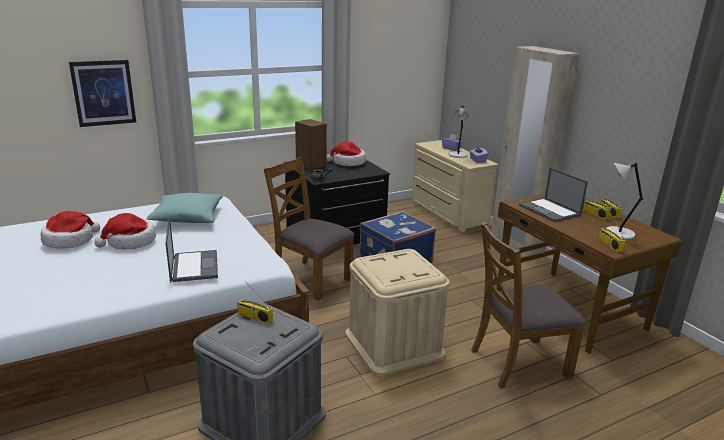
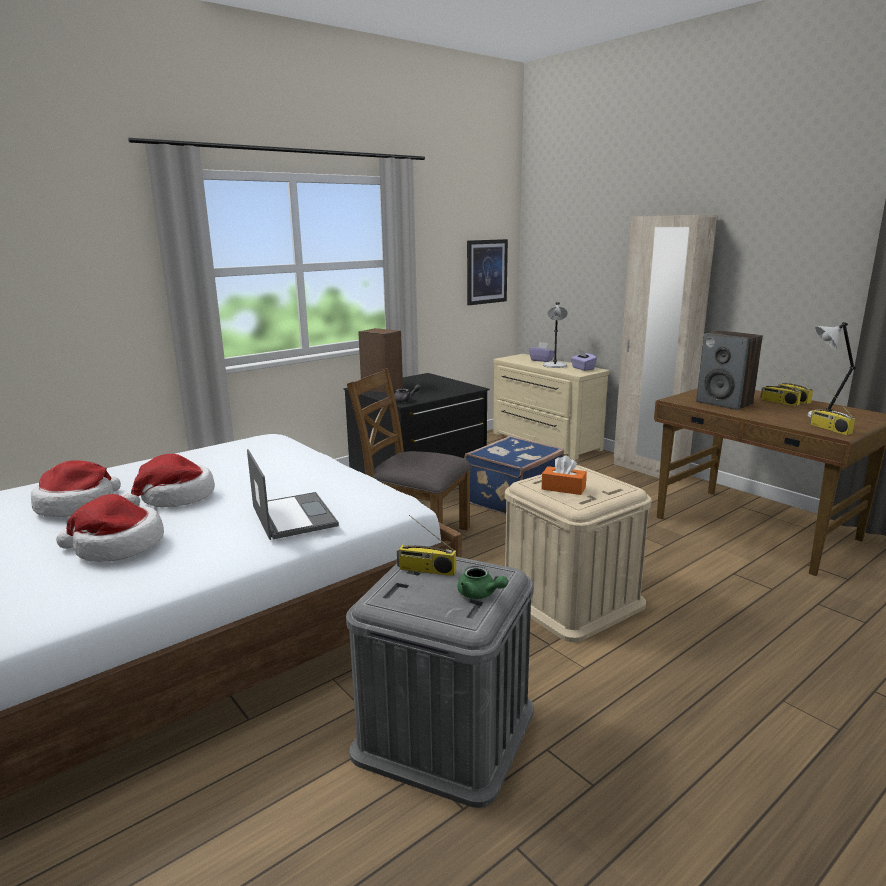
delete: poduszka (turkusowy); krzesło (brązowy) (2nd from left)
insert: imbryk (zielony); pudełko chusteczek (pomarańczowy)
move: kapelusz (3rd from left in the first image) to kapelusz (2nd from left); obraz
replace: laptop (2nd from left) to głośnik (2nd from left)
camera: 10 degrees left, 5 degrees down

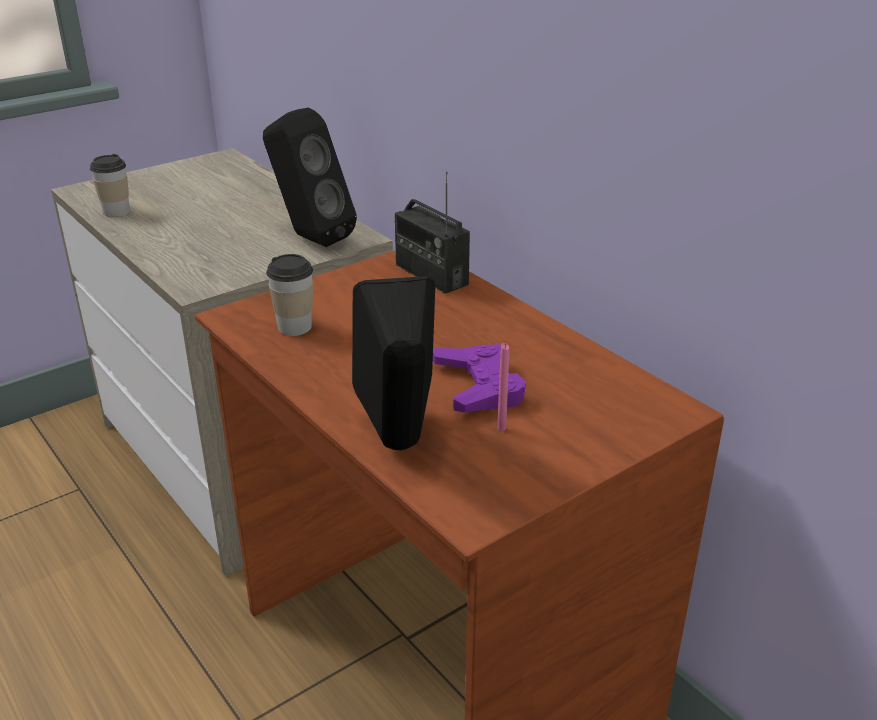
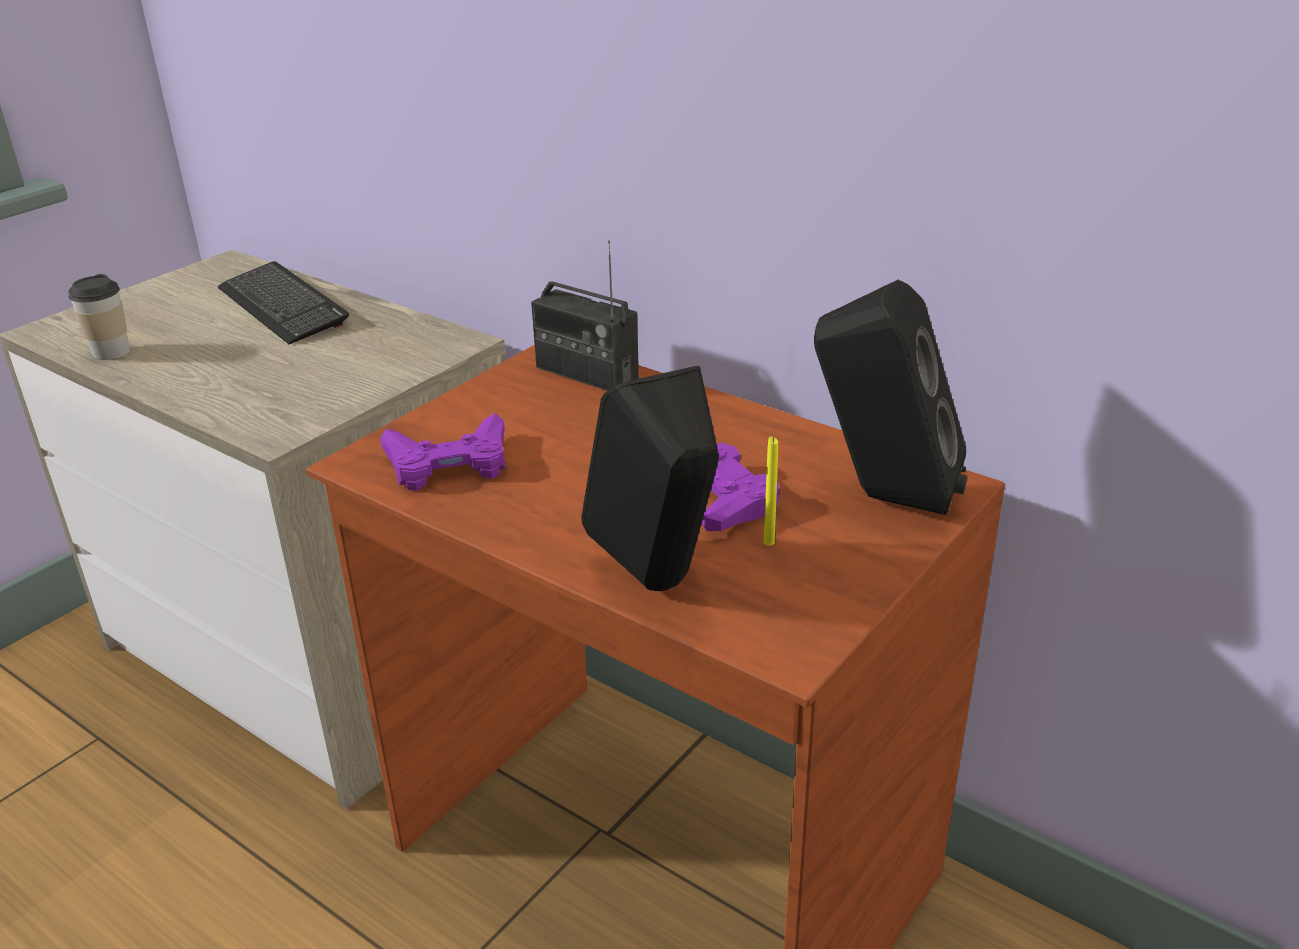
insert: klawiatura
move: głośnik (czarny) (1st from left in the first image) to głośnik (czarny) (2nd from left)
replace: filiżanka (2nd from left) to pad do gier (fioletowy) (1st from left)
recolor: świeca (różowy) to świeca (żółty)
camera: 15 degrees left, 0 degrees up

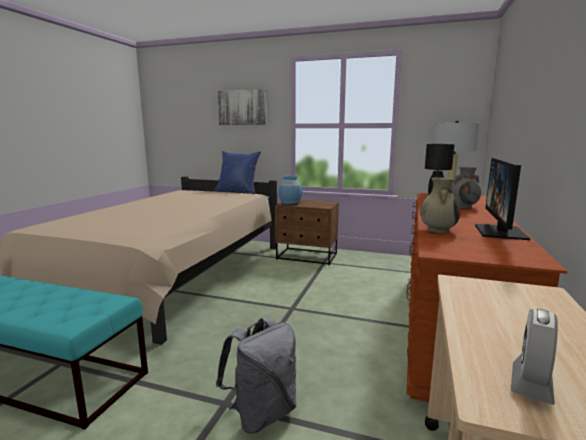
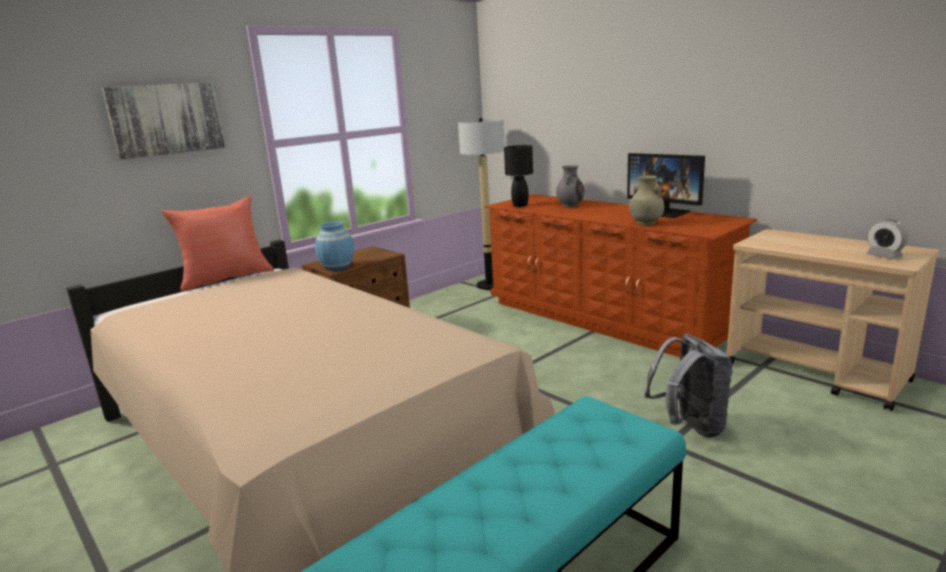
recolor: poduszka (niebieski) to poduszka (czerwony)
camera: 60 degrees left, 5 degrees up

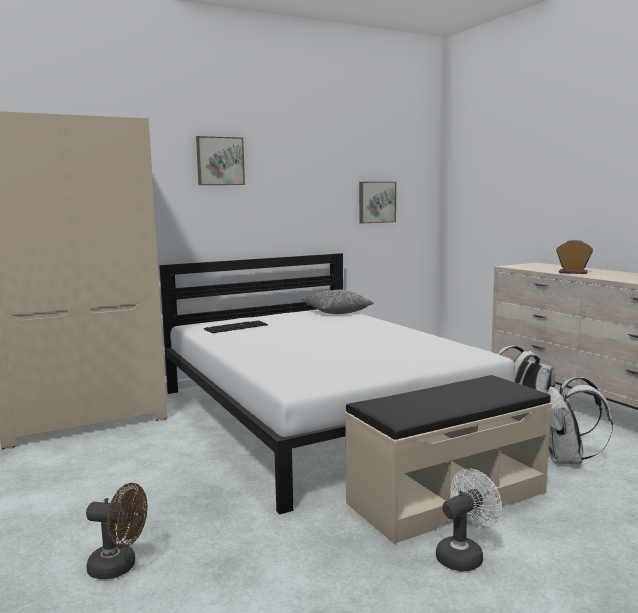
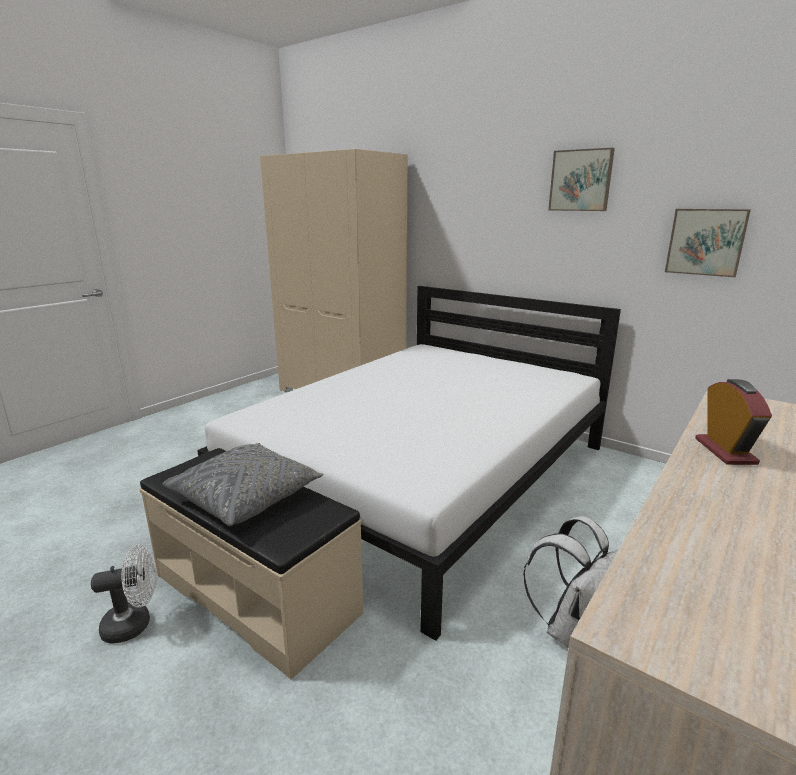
delete: wentylator (brązowy); klawiatura; plecak (biały) (2nd from left)
move: poduszka (szary); obraz (1st from left)
rotate: wentylator (biały) 45 degrees counterclockwise
camera: 65 degrees right, 10 degrees up

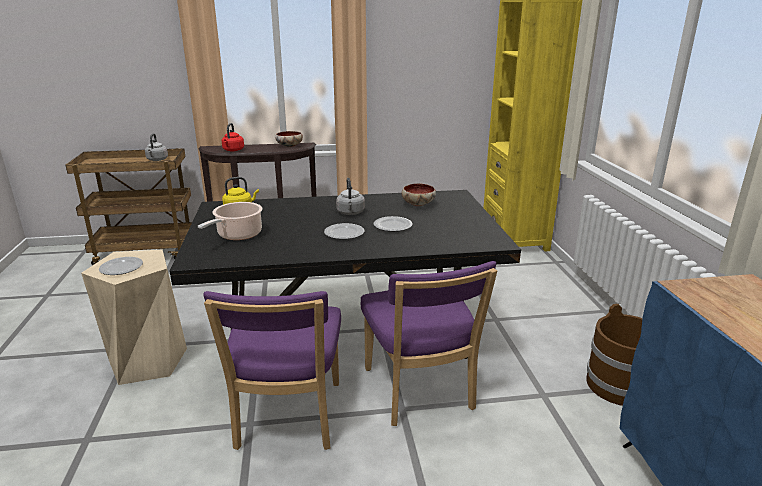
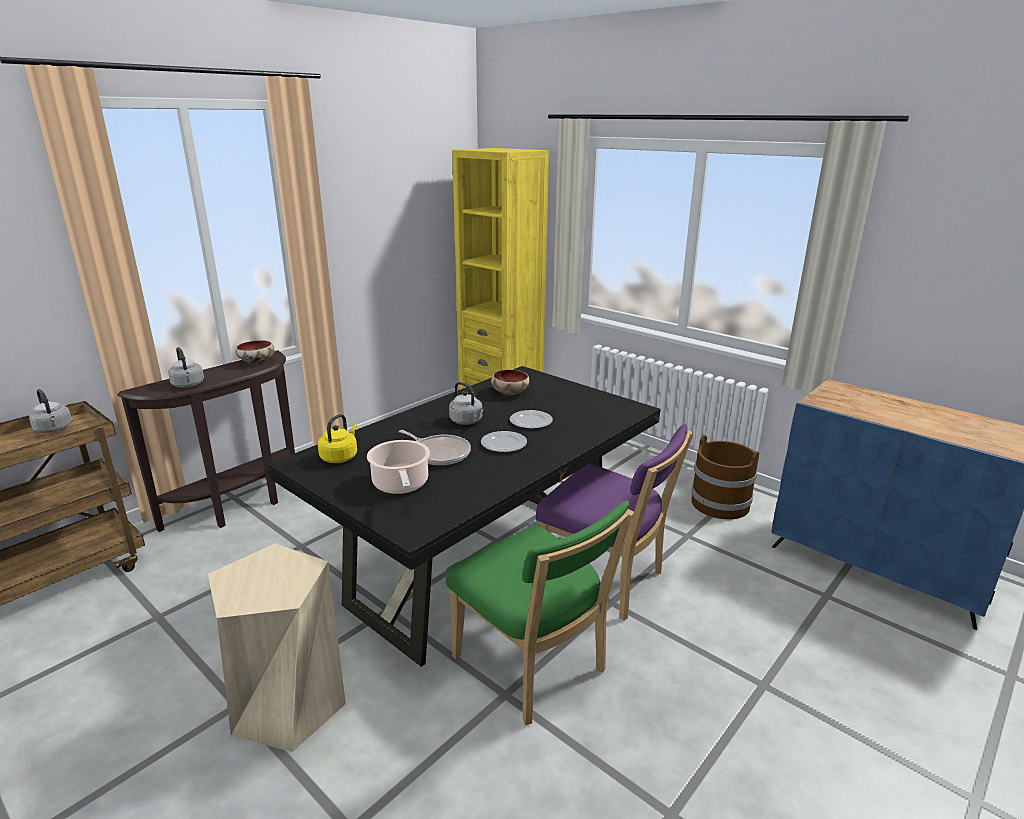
delete: talerz (1st from left)
insert: patelnia
recolor: czajnik (czerwony) to czajnik (szary) (2nd from left); krzesło (fioletowy) (1st from left) to krzesło (zielony)
camera: 40 degrees left, 0 degrees up

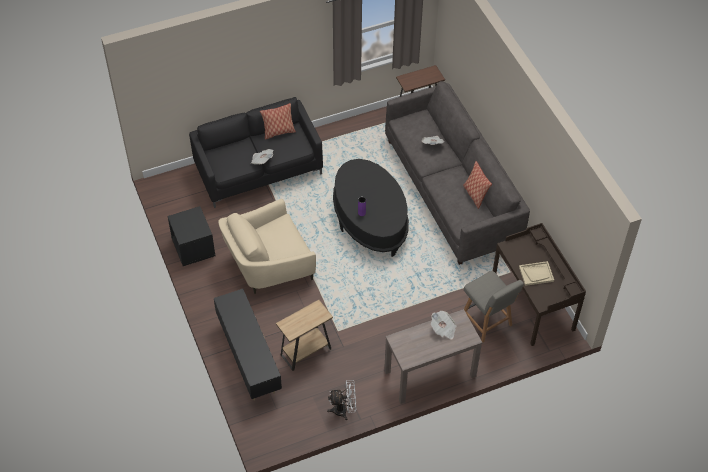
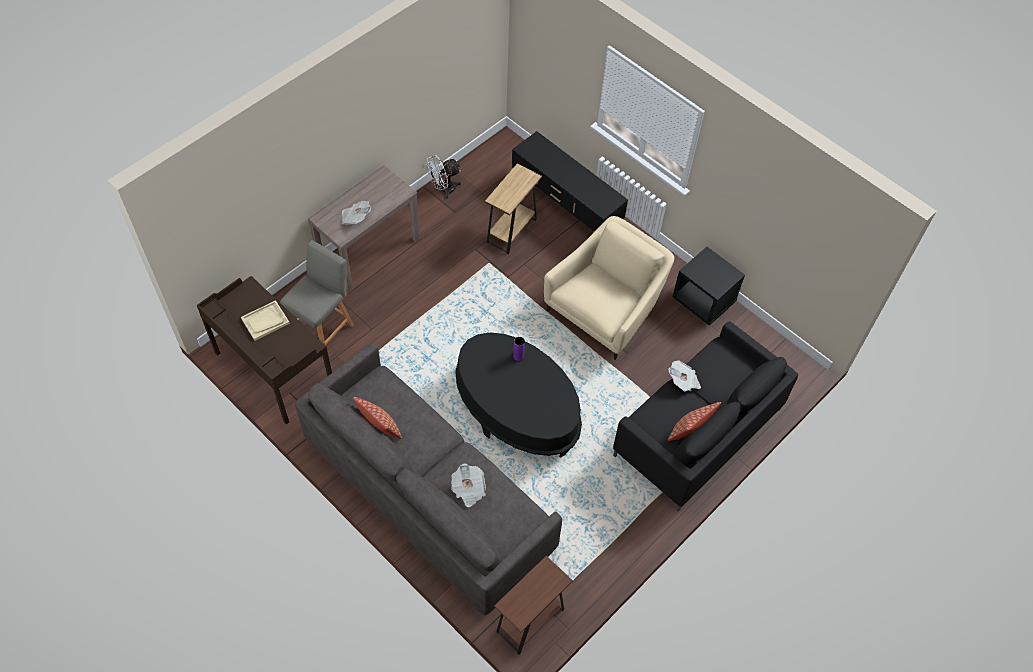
rotate: krzesło (szary) 90 degrees clockwise
camera: 155 degrees right, 5 degrees up

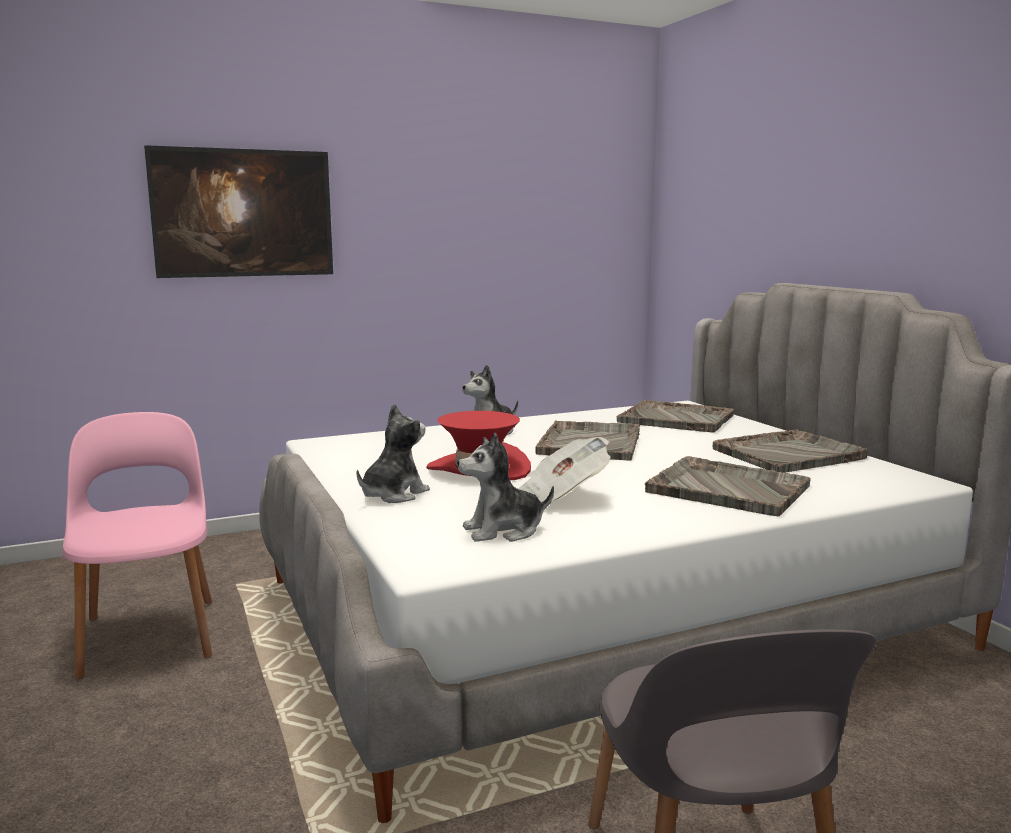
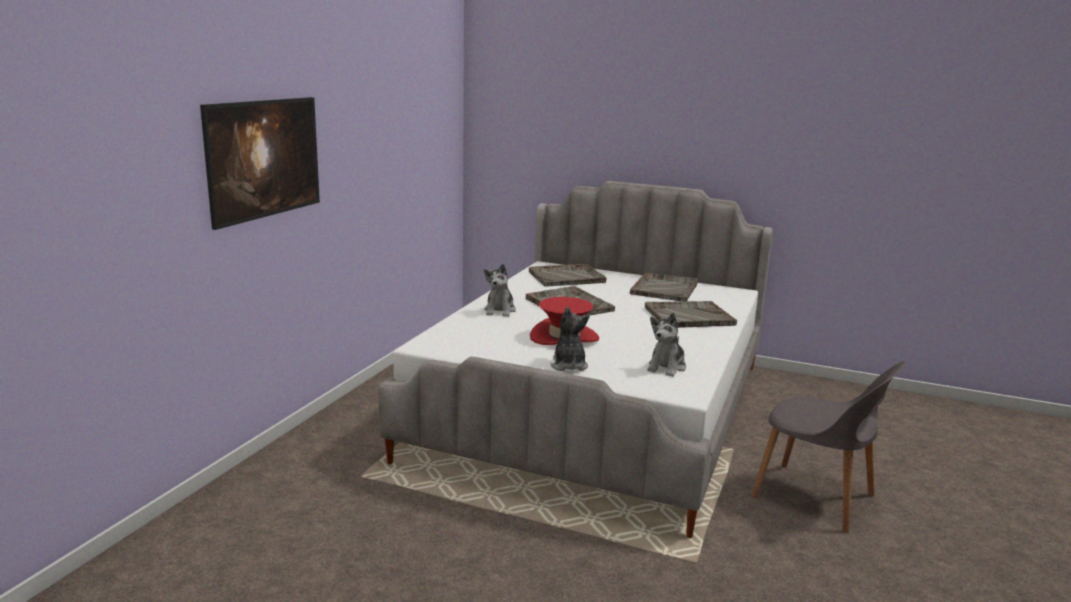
delete: krzesło (różowy); gazeta
camera: 45 degrees left, 5 degrees up

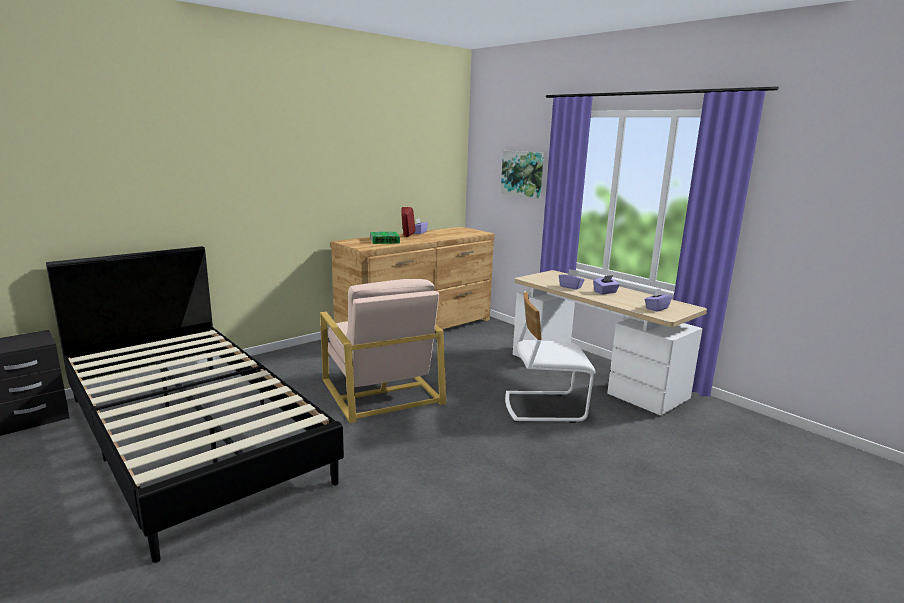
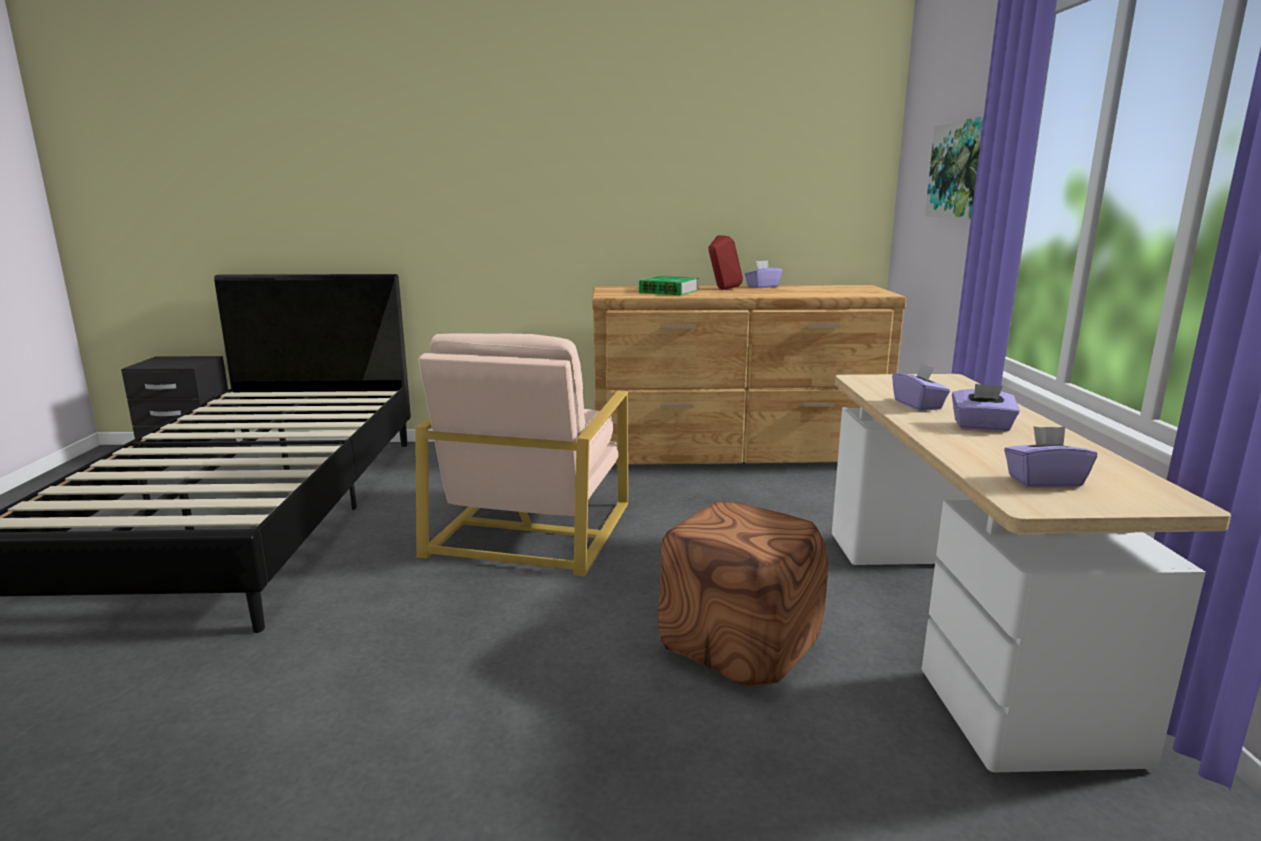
replace: krzesło (biały) to pufa (brązowy)
camera: 40 degrees right, 0 degrees up

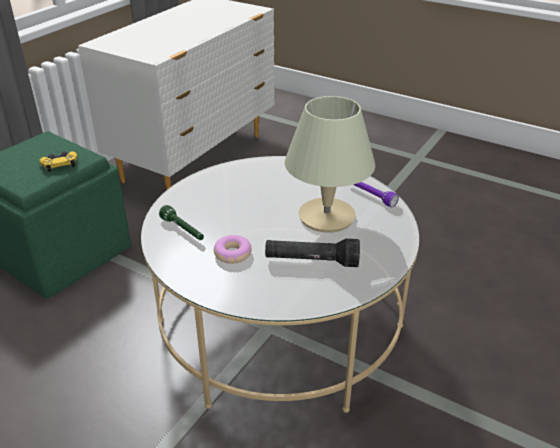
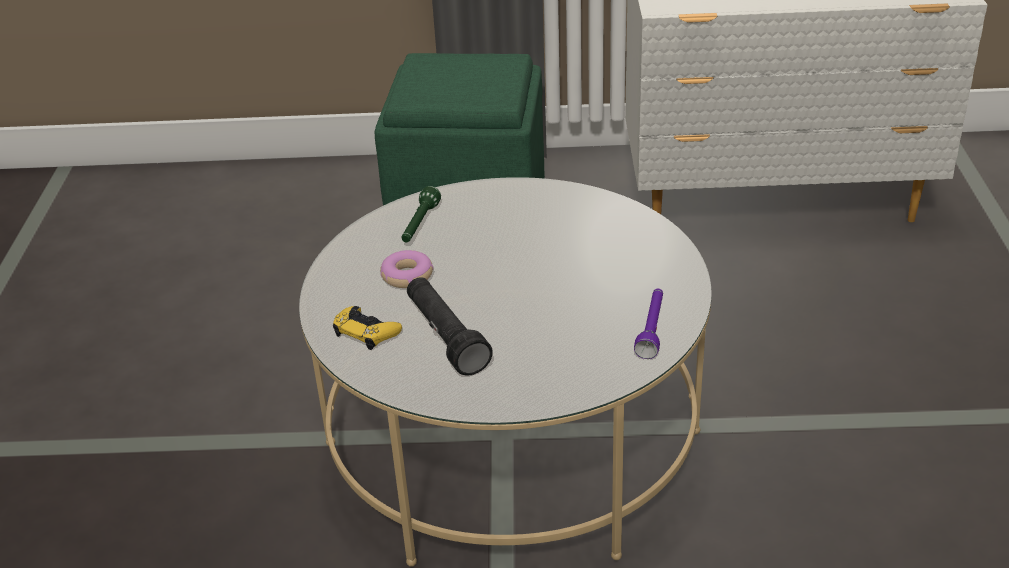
delete: lampa stołowa (beżowy)
move: pad do gier (żółty)
camera: 60 degrees right, 0 degrees up

